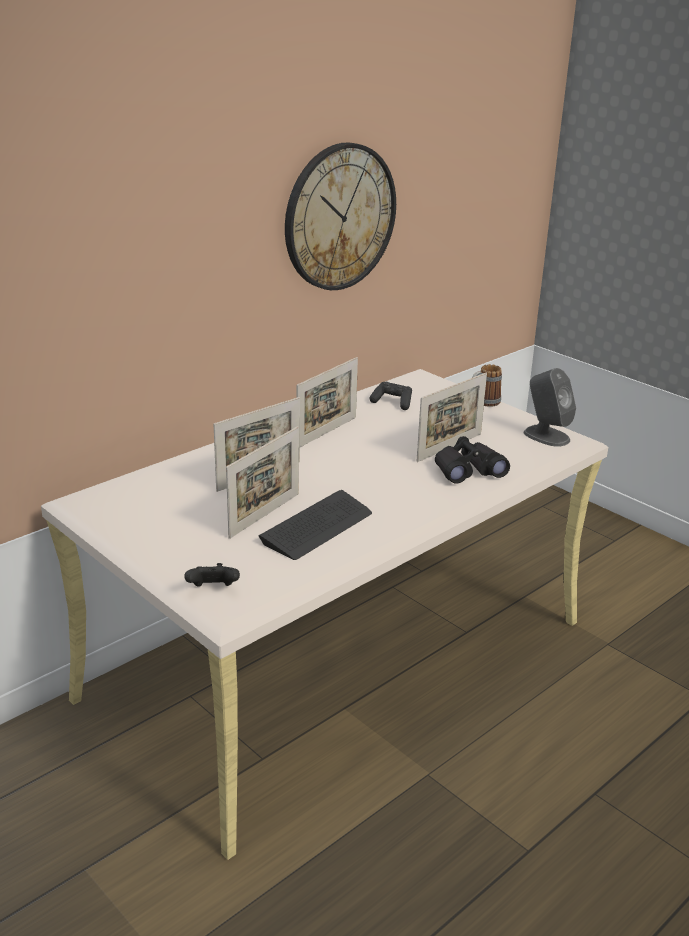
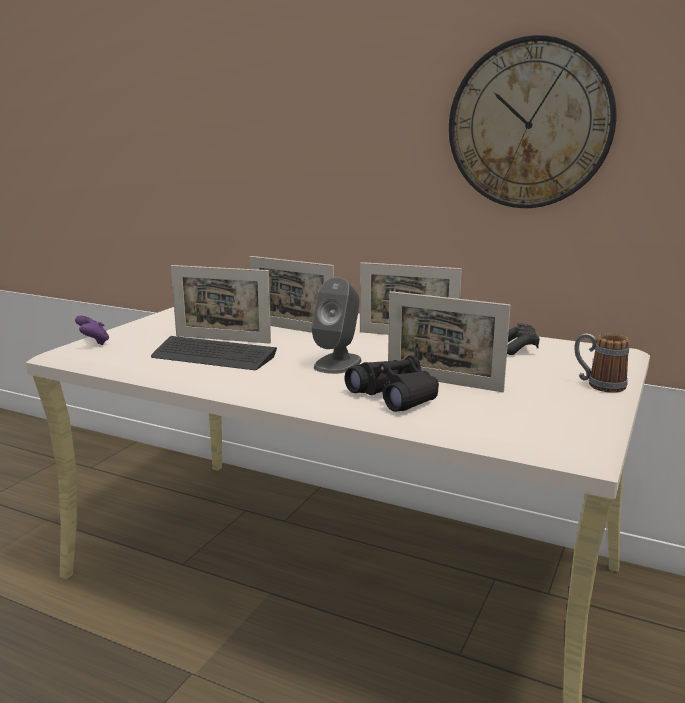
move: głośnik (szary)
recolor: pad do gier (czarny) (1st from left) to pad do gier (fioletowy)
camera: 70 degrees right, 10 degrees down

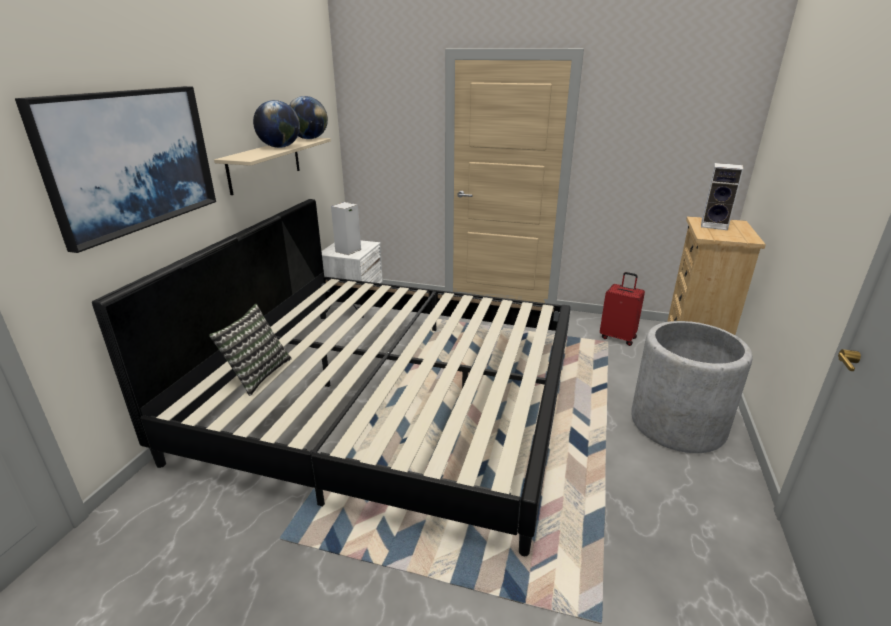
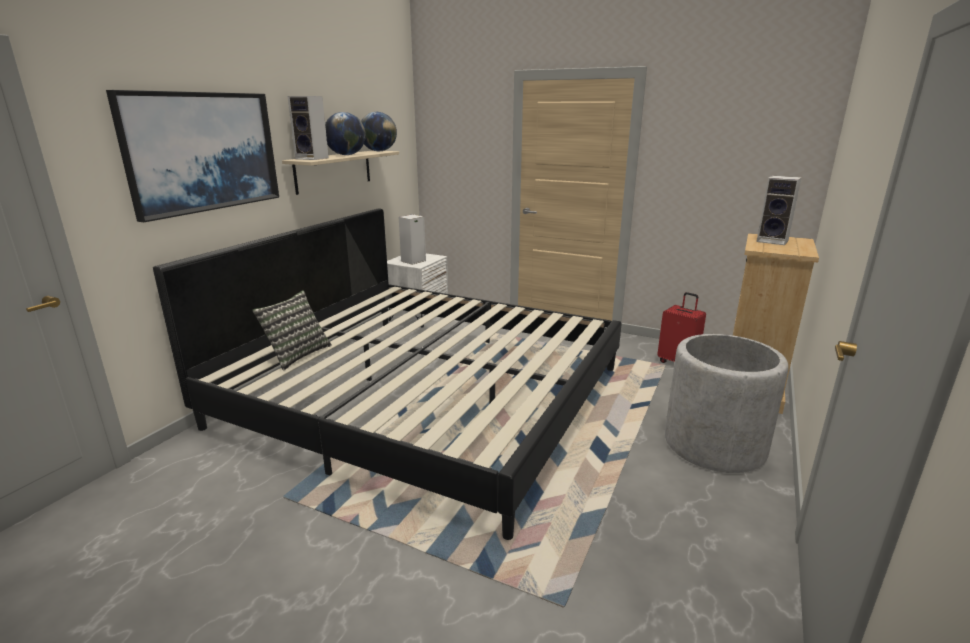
insert: głośnik (1st from left)
camera: 10 degrees right, 5 degrees down

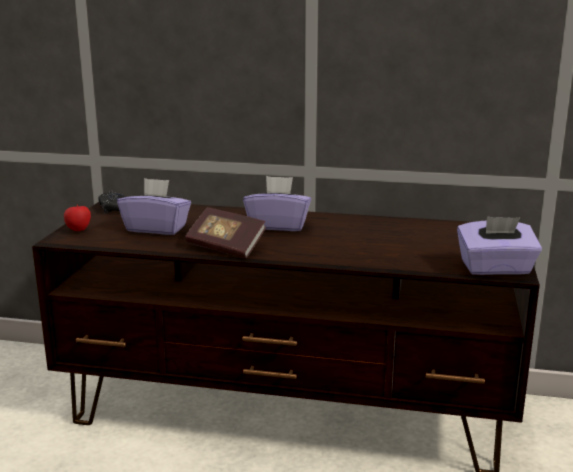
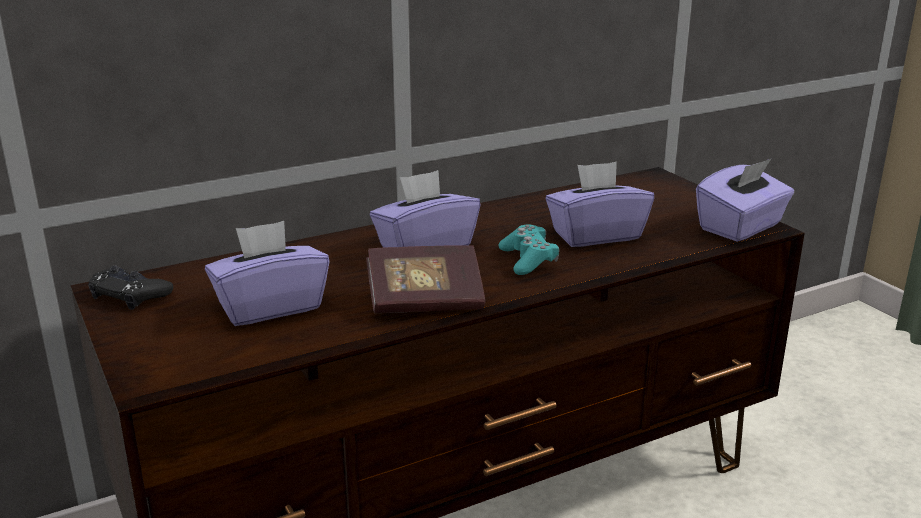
delete: jabłko
insert: pad do gier (turkusowy); pudełko chusteczek (fioletowy) (3rd from left)
camera: 40 degrees left, 5 degrees up

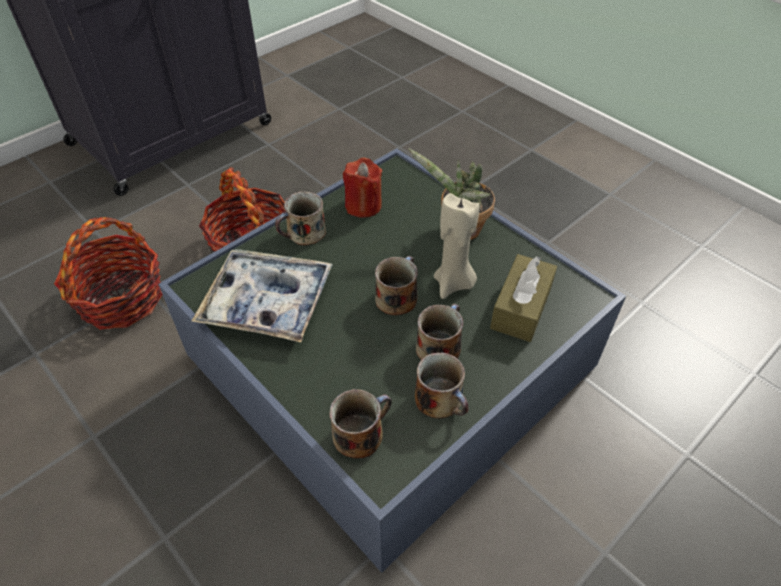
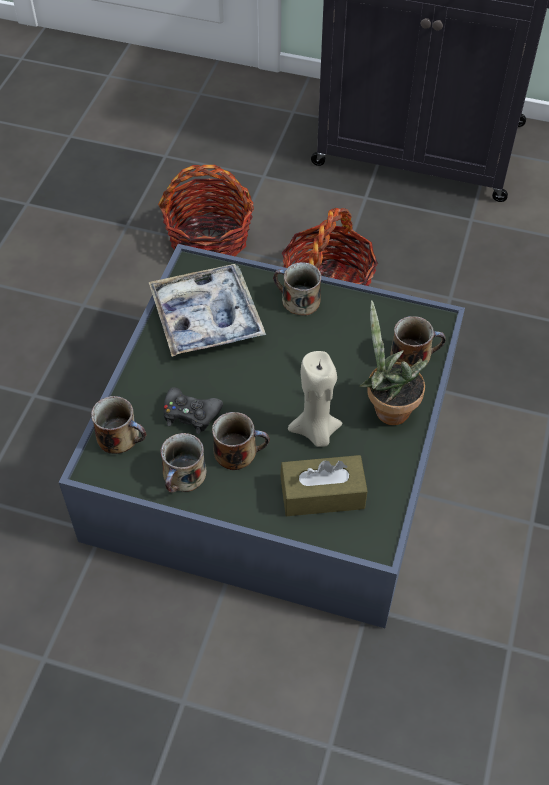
delete: świeca (czerwony)
insert: pad do gier (czarny)
move: kubek (3rd from left in the first image) to kubek (5th from left)
camera: 60 degrees right, 5 degrees up

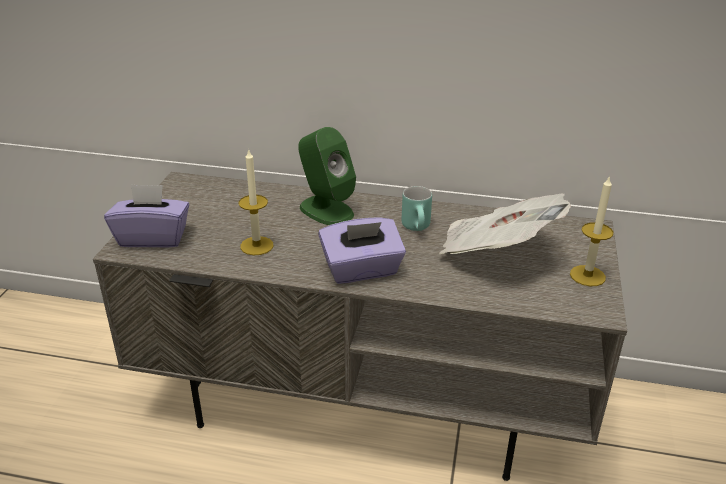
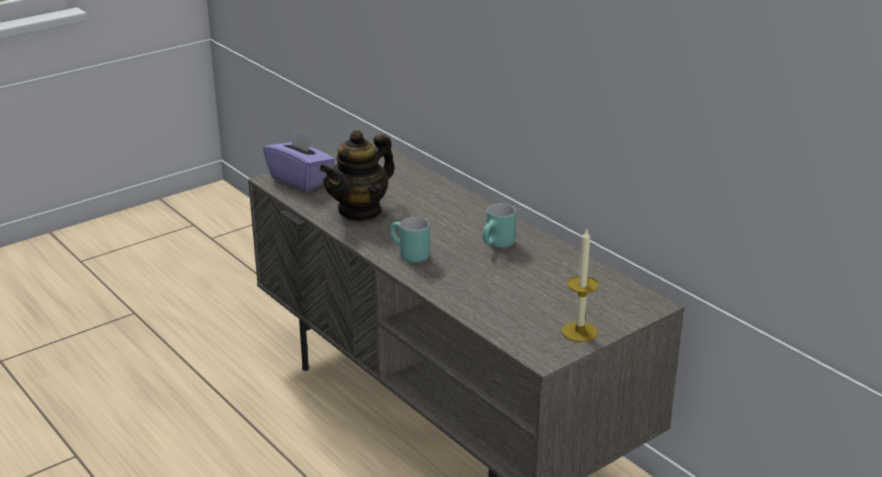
delete: głośnik (zielony); gazeta
replace: świeca (1st from left) to imbryk; pudełko chusteczek (fioletowy) (2nd from left) to kubek (turkusowy) (1st from left)
camera: 40 degrees right, 5 degrees down

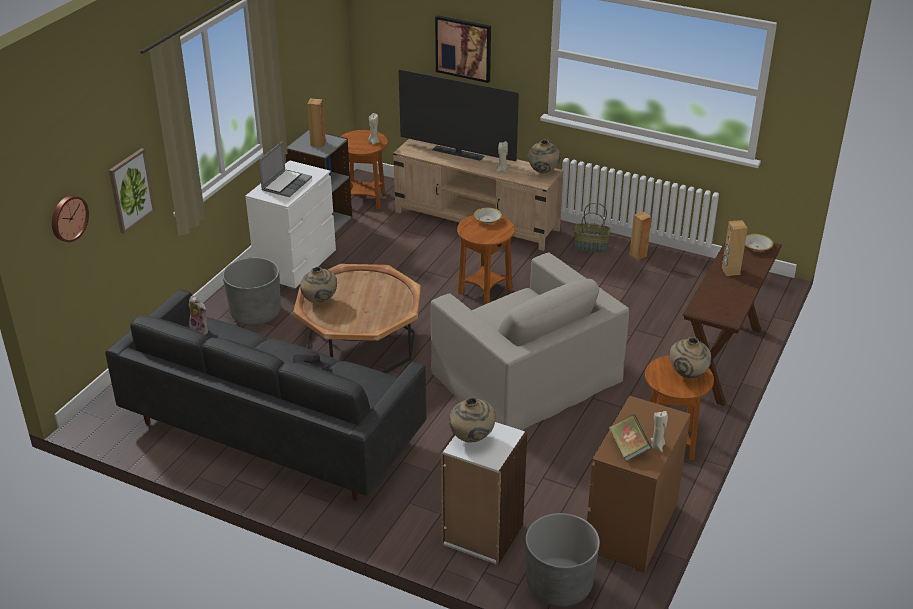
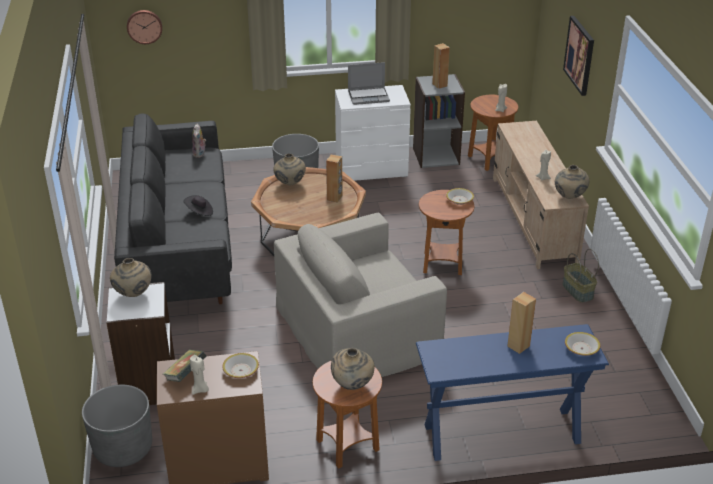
delete: obraz (1st from left); telewizor
insert: miska (1st from left)
move: głośnik (brązowy) (2nd from left in the first image) to głośnik (brązowy) (1st from left)
recolor: stolik konsolowy (brązowy) to stolik konsolowy (niebieski)
rotate: fotel (beżowy) 45 degrees clockwise
camera: 55 degrees right, 0 degrees up

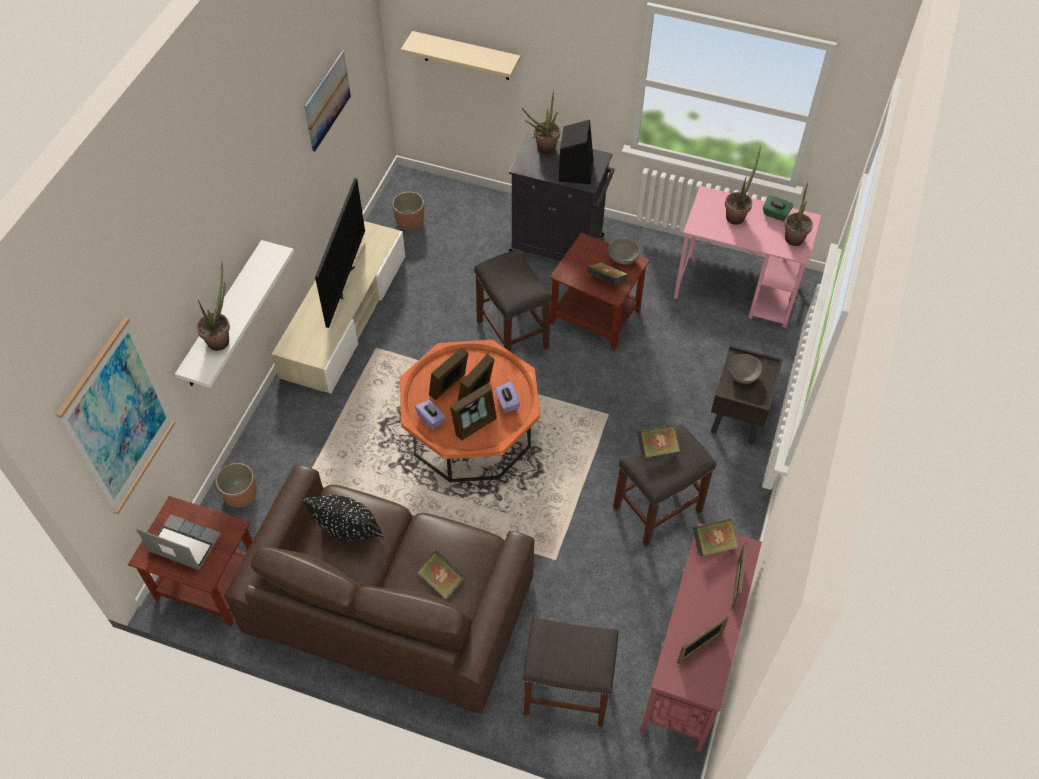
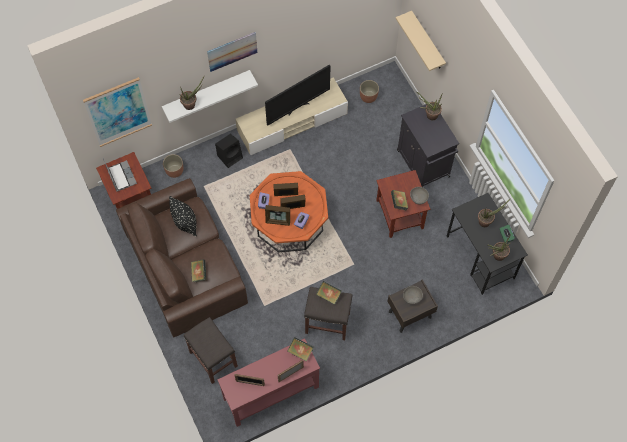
delete: stołek (szary) (1st from left)
move: obraz (2nd from left); głośnik (czarny)
recolor: biurko (różowy) to biurko (czarny)
camera: 45 degrees right, 10 degrees up

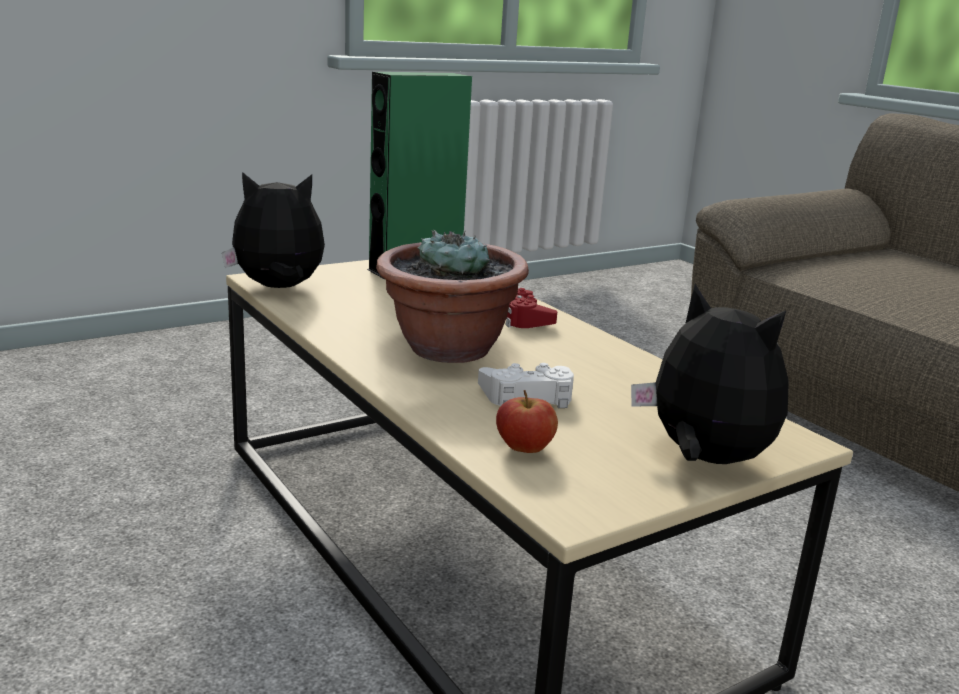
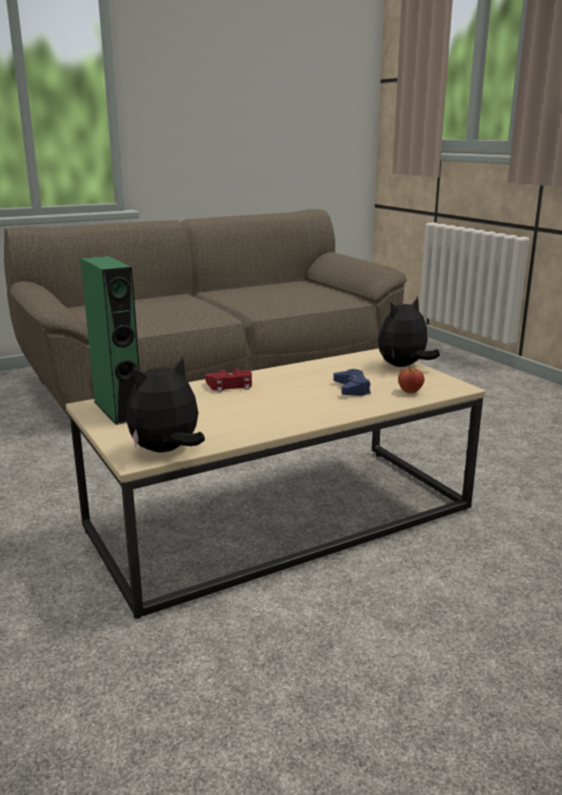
delete: roślina doniczkowa
recolor: pad do gier (biały) to pad do gier (niebieski)
rotate: pluszak (1st from left) 60 degrees clockwise
camera: 85 degrees left, 0 degrees up

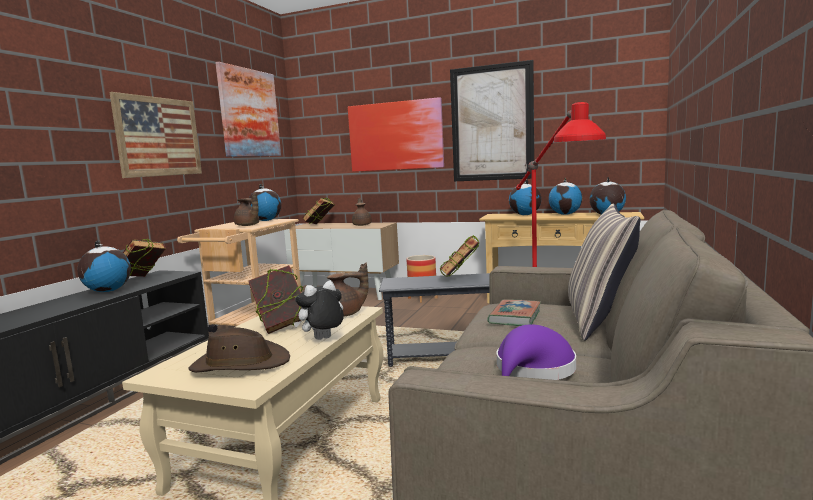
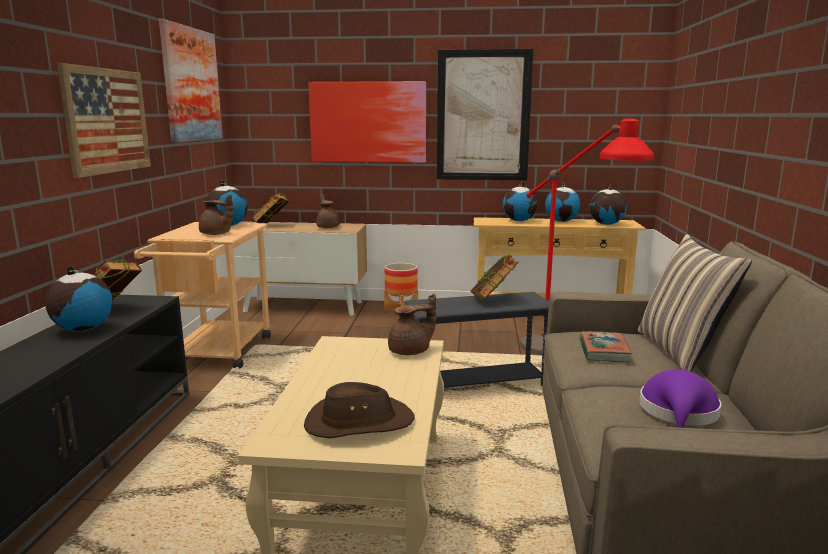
delete: książka (2nd from left); pluszak
camera: 15 degrees left, 5 degrees up

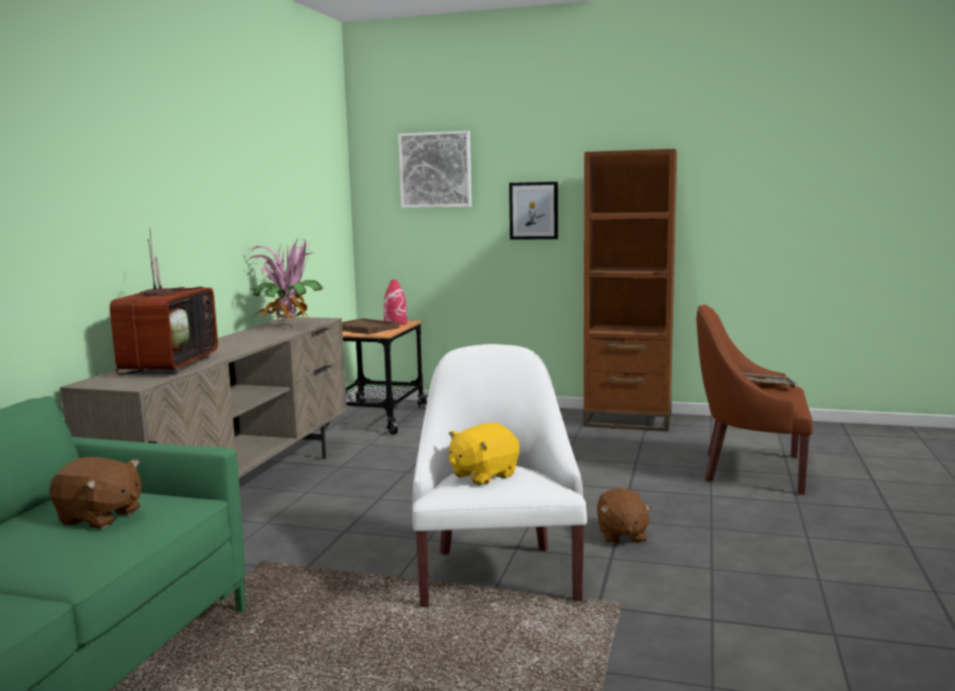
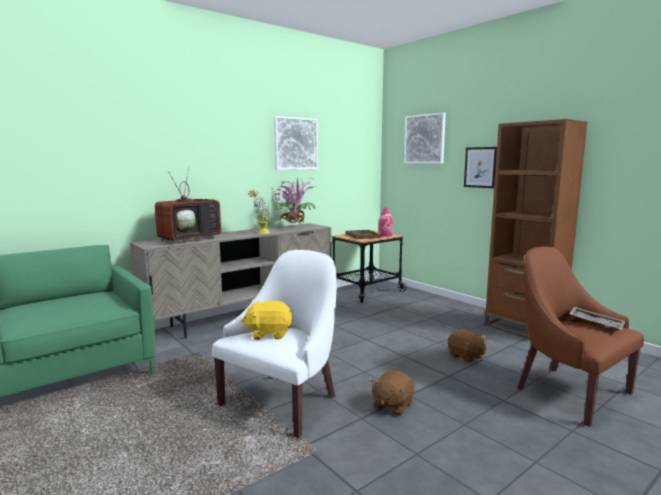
insert: roślina doniczkowa (1st from left); obraz (1st from left)
move: pluszak (brązowy) (1st from left in the first image) to pluszak (brązowy) (2nd from left)
camera: 35 degrees right, 0 degrees up

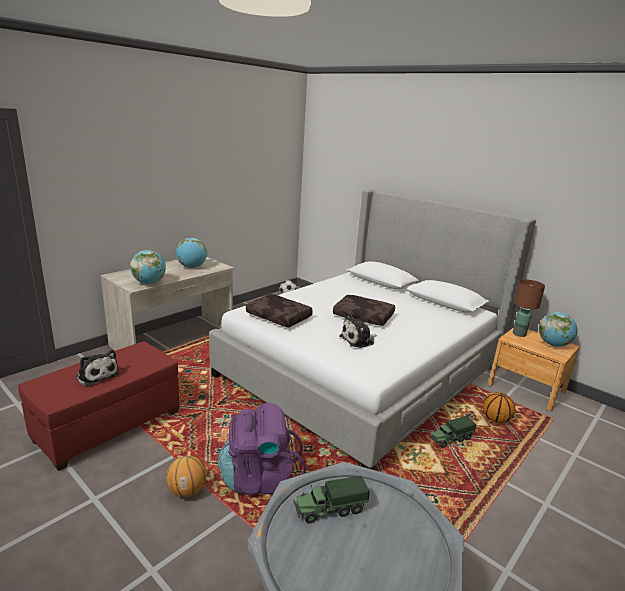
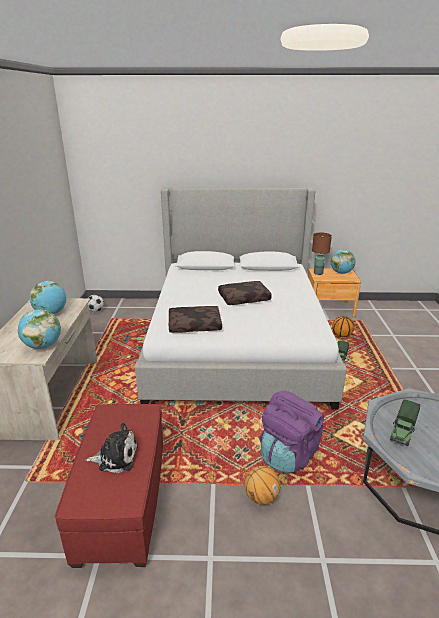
delete: pluszak (2nd from left)
camera: 40 degrees left, 5 degrees up

